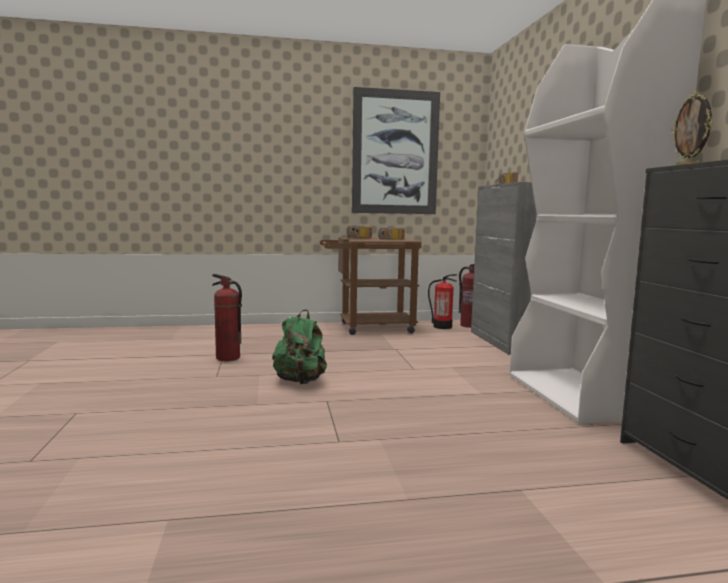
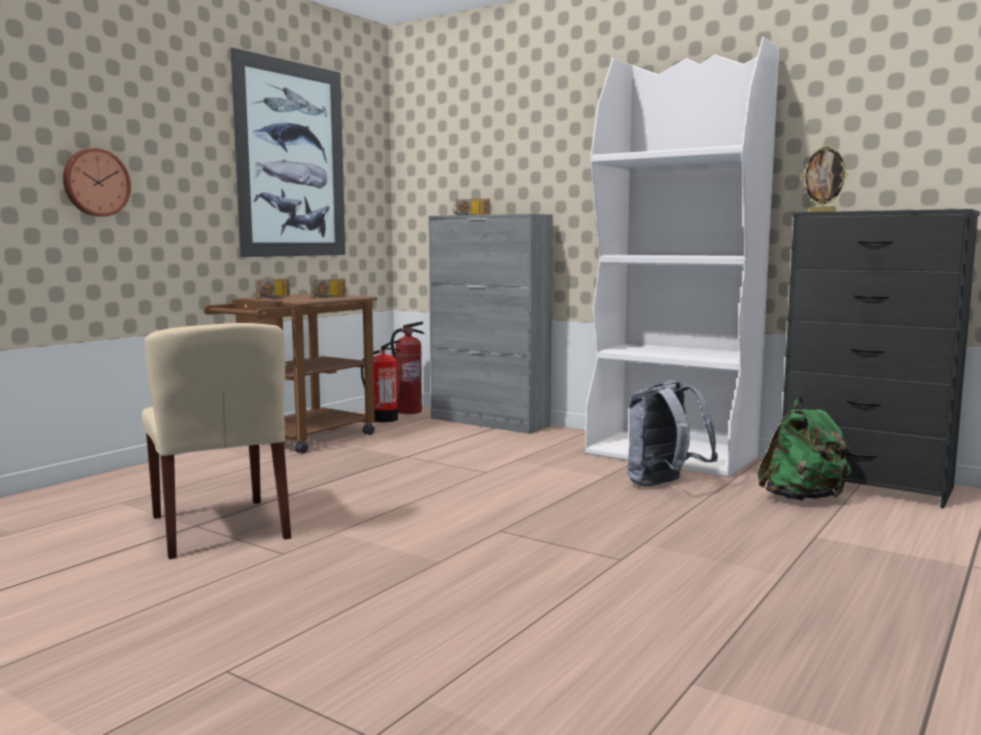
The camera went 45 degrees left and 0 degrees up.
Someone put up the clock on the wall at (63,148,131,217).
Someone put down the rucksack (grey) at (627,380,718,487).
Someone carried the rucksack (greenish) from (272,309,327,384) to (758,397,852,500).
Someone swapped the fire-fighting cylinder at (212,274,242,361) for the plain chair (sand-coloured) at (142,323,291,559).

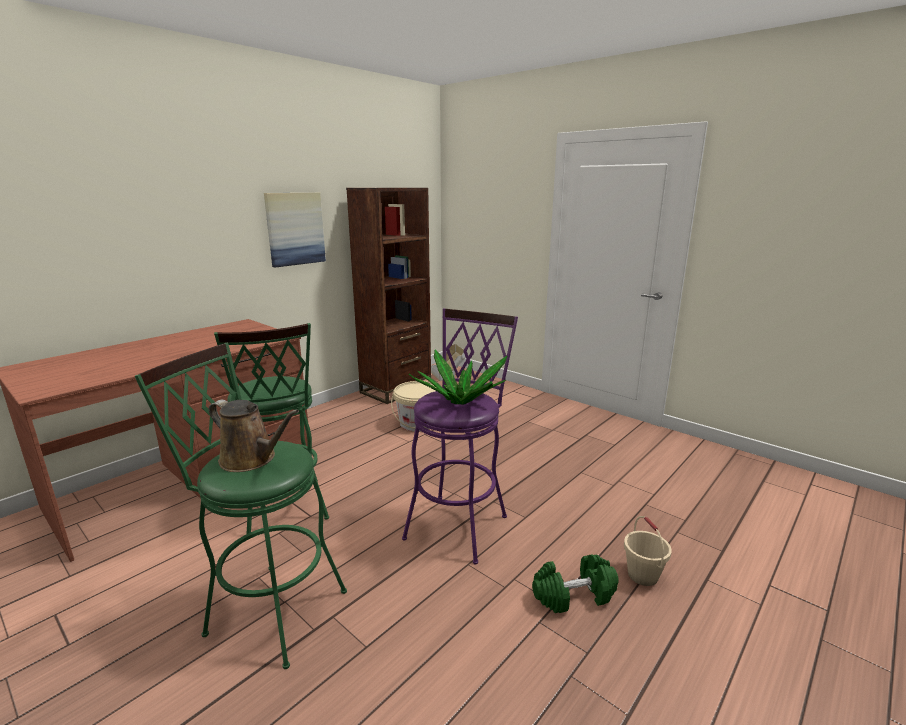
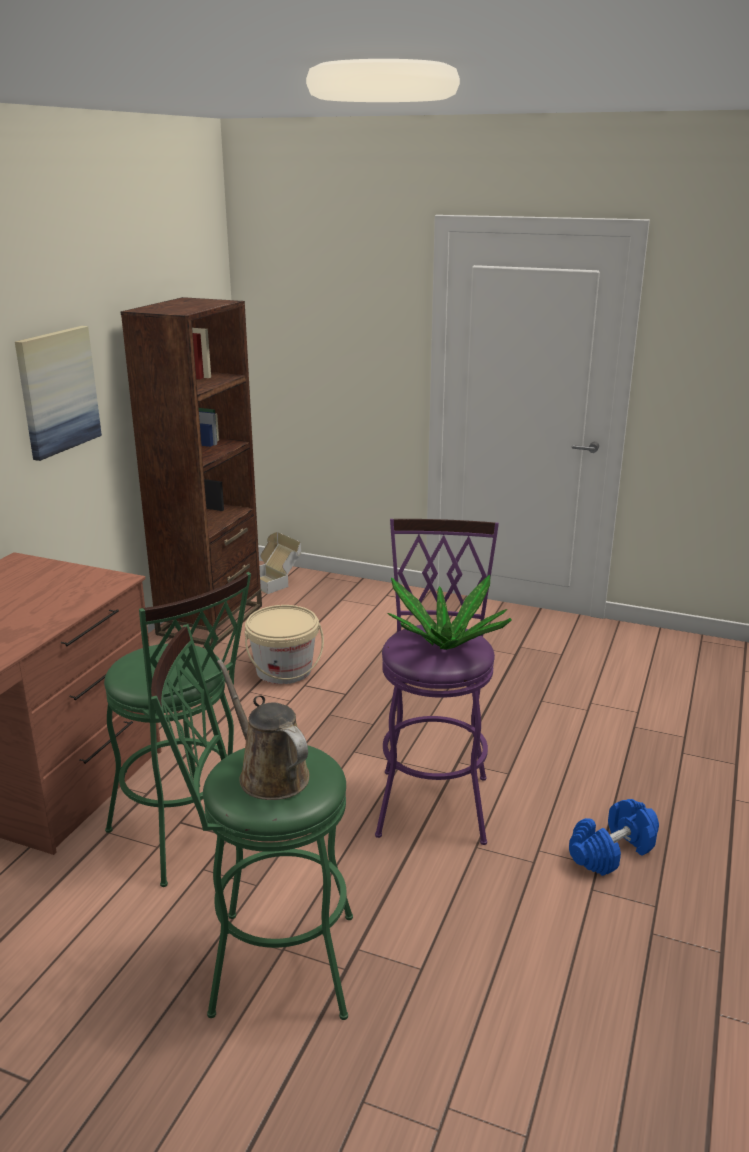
The camera went 20 degrees left and 5 degrees up.
Someone took away the pail (sand-coloured) at (624,516,672,586).
Someone repainted the dumbbell (greenish) at (532,554,619,613), which became the dumbbell (blue-coloured) at (569,799,659,876).
Someone rotated the sprinkling can (brown) at (209,400,299,472) by 135 degrees counterclockwise.

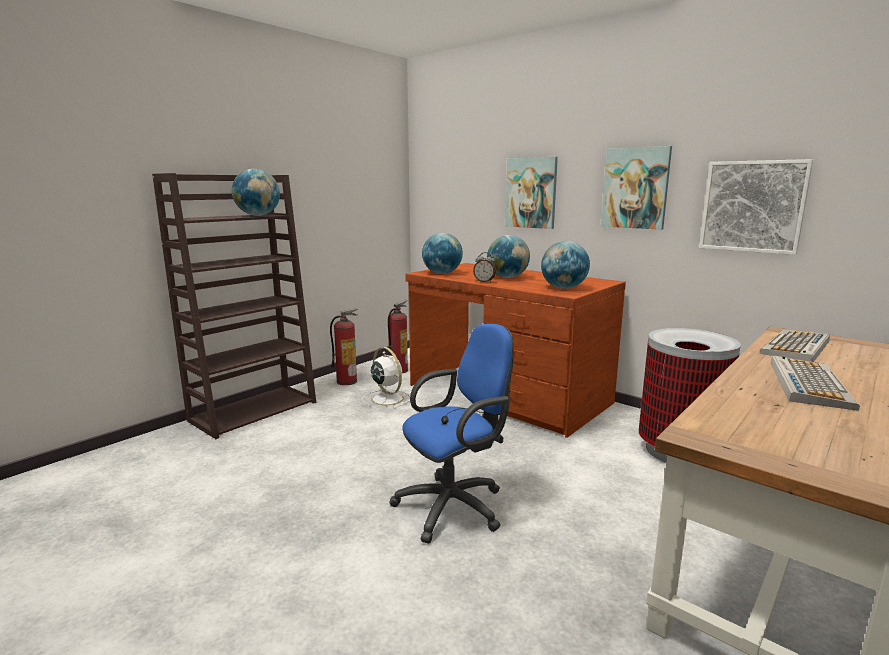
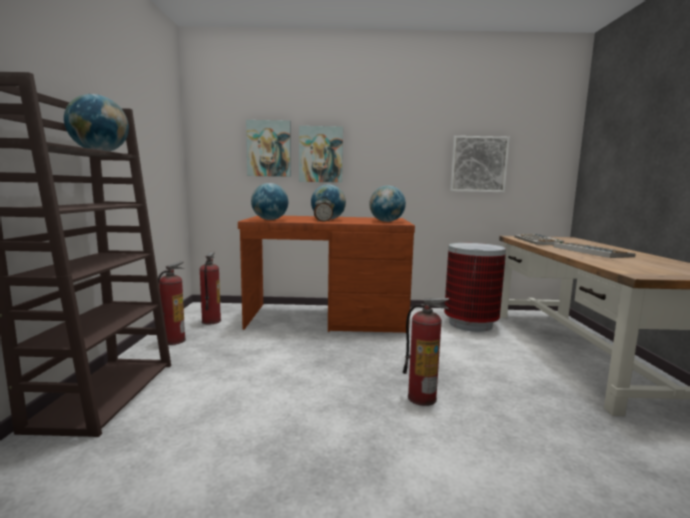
The camera went 40 degrees left and 5 degrees down.
Someone took away the fan (white-coloured) at (362,347,410,409).
Someone carried the wall picture from (601,146,672,230) to (246,120,291,177).
Someone swapped the desk chair (blue-coloured) at (389,324,514,544) for the fire-fighting cylinder at (403,298,449,406).

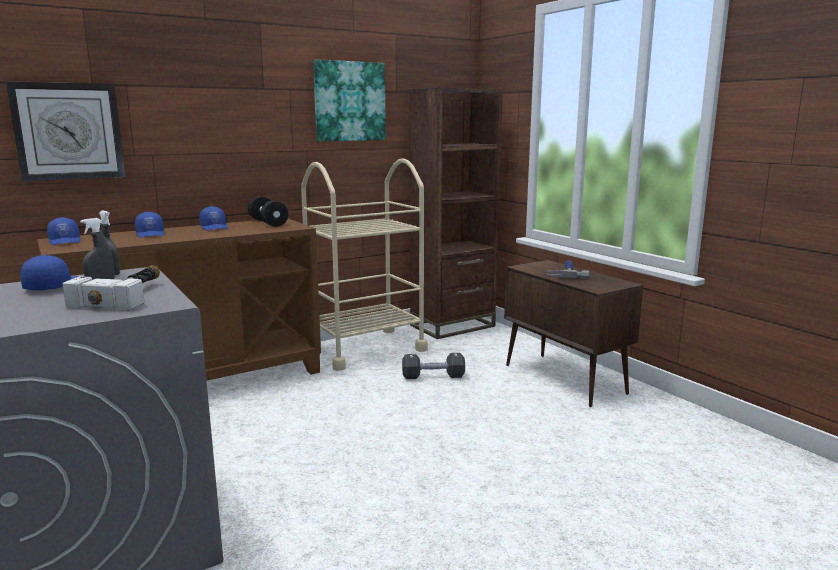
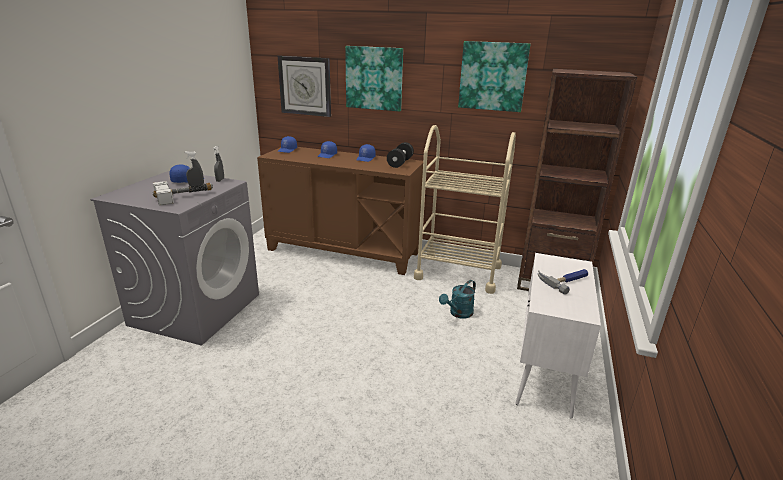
The camera went 50 degrees right and 10 degrees up.
Someone put up the wall picture at (345,46,403,111).
Someone swapped the dumbbell (black-coloured) at (402,353,465,379) for the sprinkling can (turquoise-coloured) at (439,280,476,319).
Someone repainted the cupboard (brown) at (504,260,643,407), which became the cupboard (white-coloured) at (515,253,601,419).

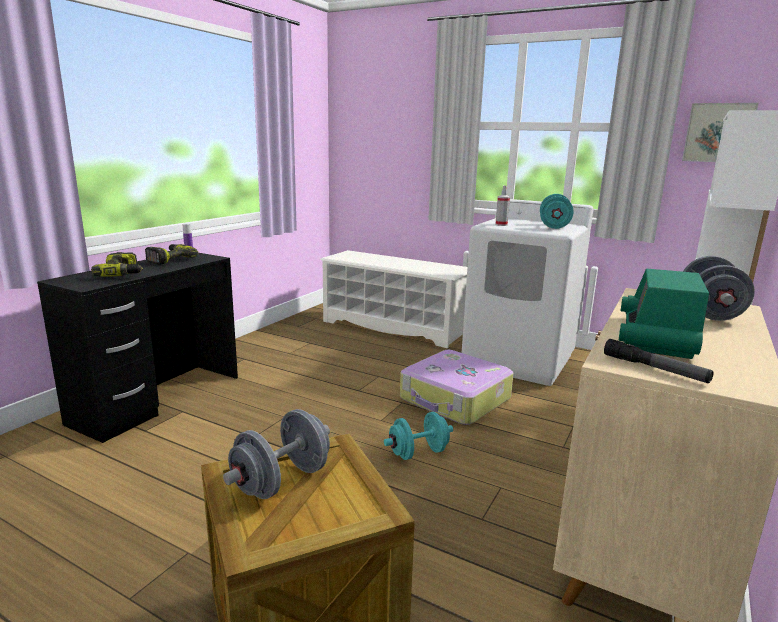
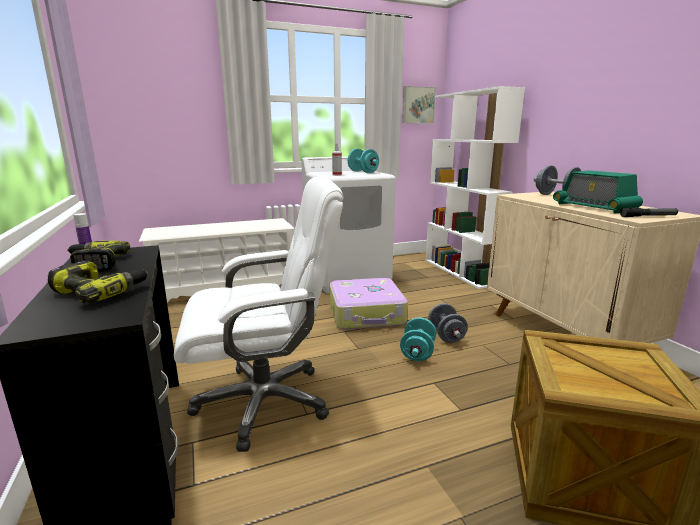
The camera went 50 degrees left and 0 degrees up.
Someone put down the desk chair (white-coloured) at (174,177,343,452).
Someone carried the dumbbell (grey) from (223,409,330,499) to (428,303,468,343).

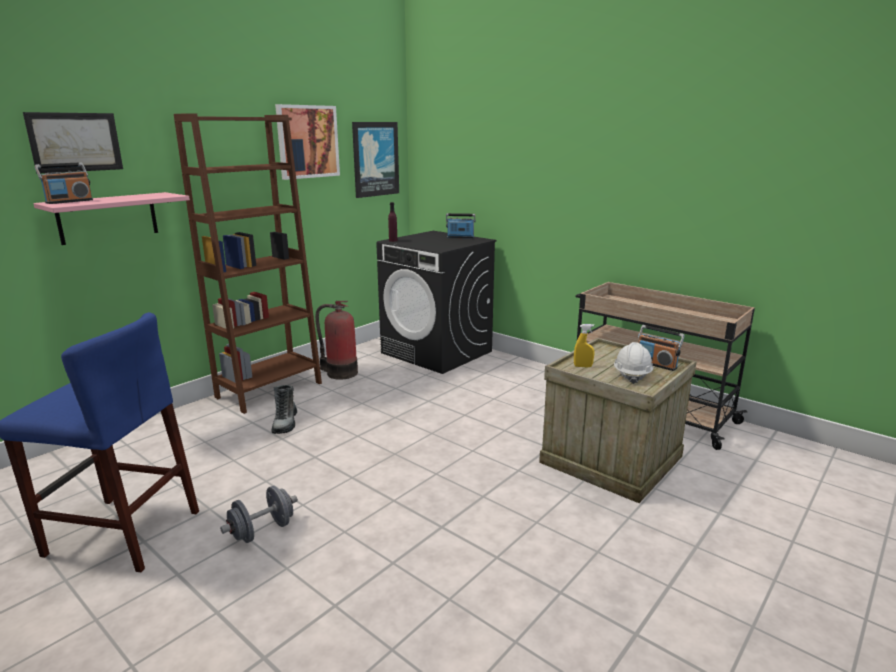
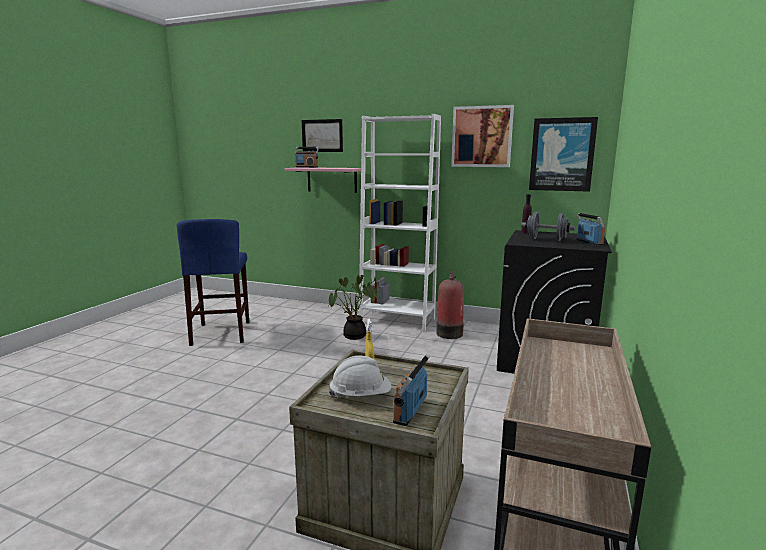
The camera went 70 degrees right and 5 degrees down.
Someone carried the dumbbell (grey) from (220,486,298,543) to (521,212,575,241).
Someone swapped the boot at (272,385,297,434) for the plant in a pot at (328,275,381,340).
Someone repainted the shelving unit (brown) at (174,113,322,414), which became the shelving unit (white-coloured) at (359,114,441,332).

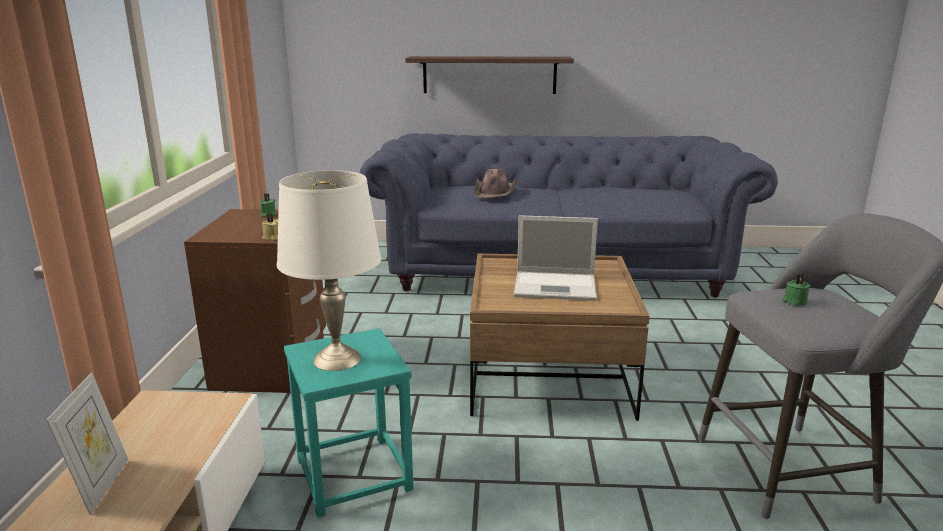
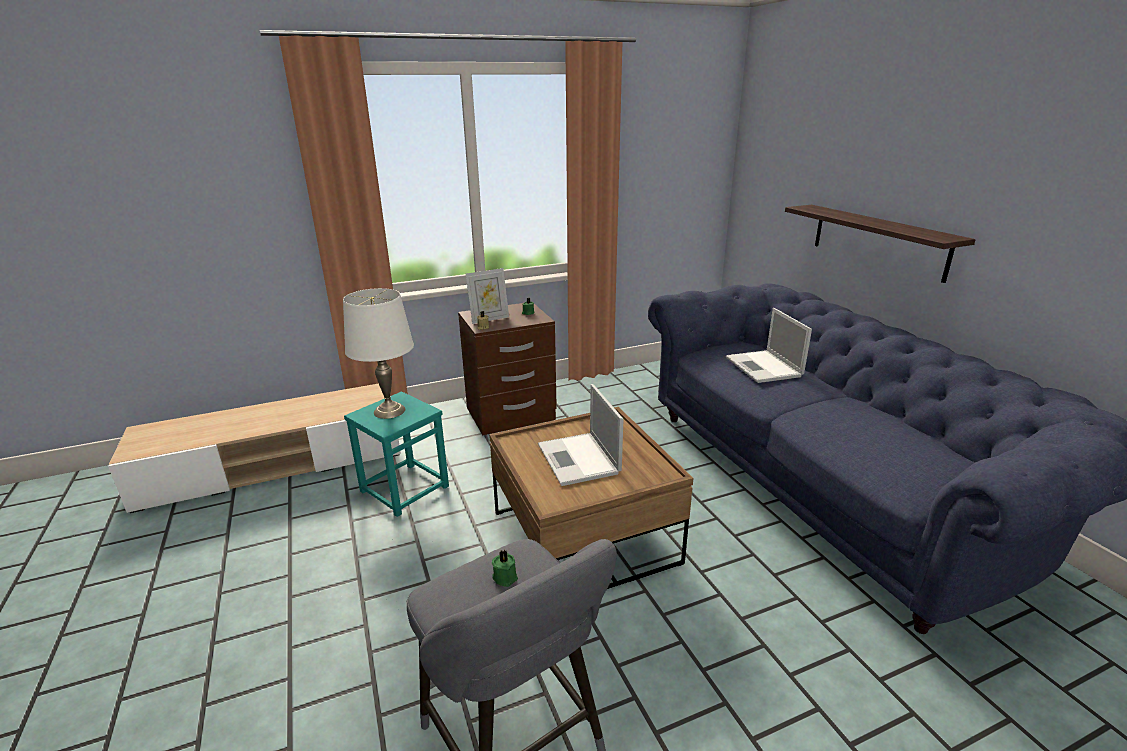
The camera went 65 degrees right and 5 degrees up.
Someone carried the standing frame from (47,373,128,515) to (466,268,509,324).
Someone swapped the wearable hat (brown) at (474,169,518,198) for the laptop at (726,308,812,383).

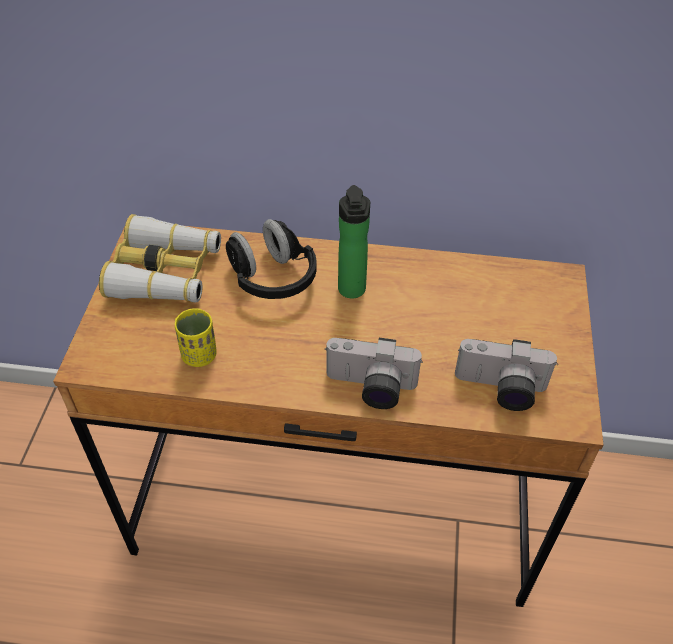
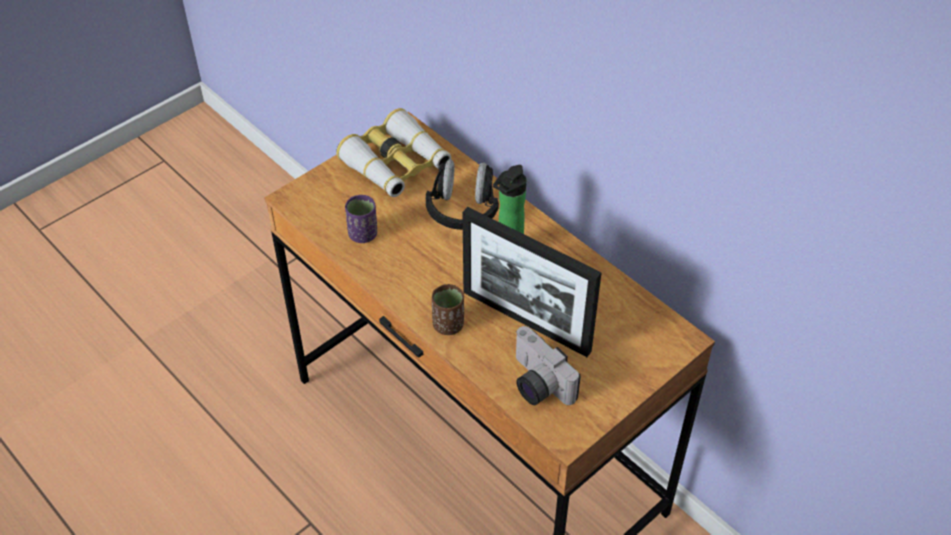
The camera went 40 degrees right and 0 degrees up.
Someone put down the standing frame at (463,207,602,357).
Someone swapped the photo camera at (324,338,423,409) for the cup (brown) at (432,284,464,335).
Someone repainted the cup (yellow) at (175,308,217,367), which became the cup (purple-coloured) at (345,195,377,243).

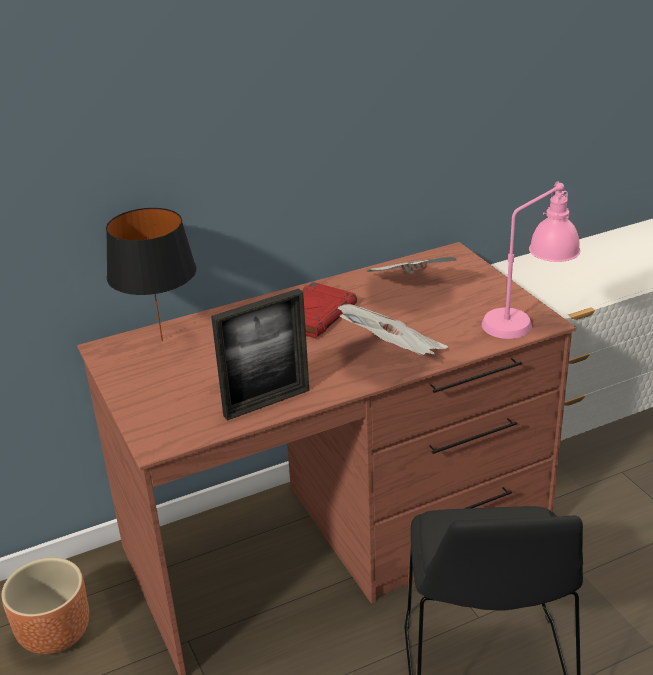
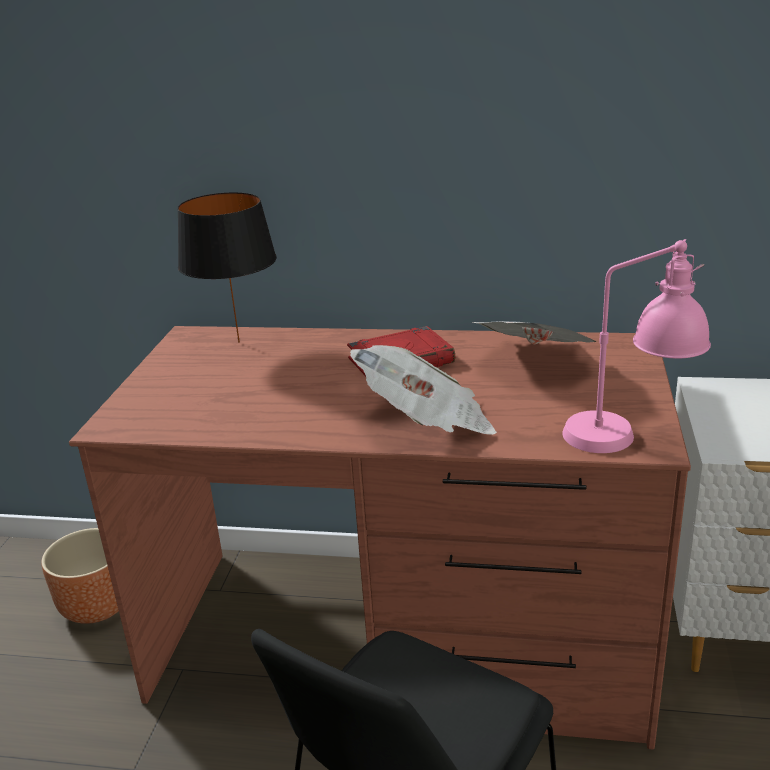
The camera went 35 degrees right and 5 degrees down.
Someone took away the standing frame at (211,288,309,421).

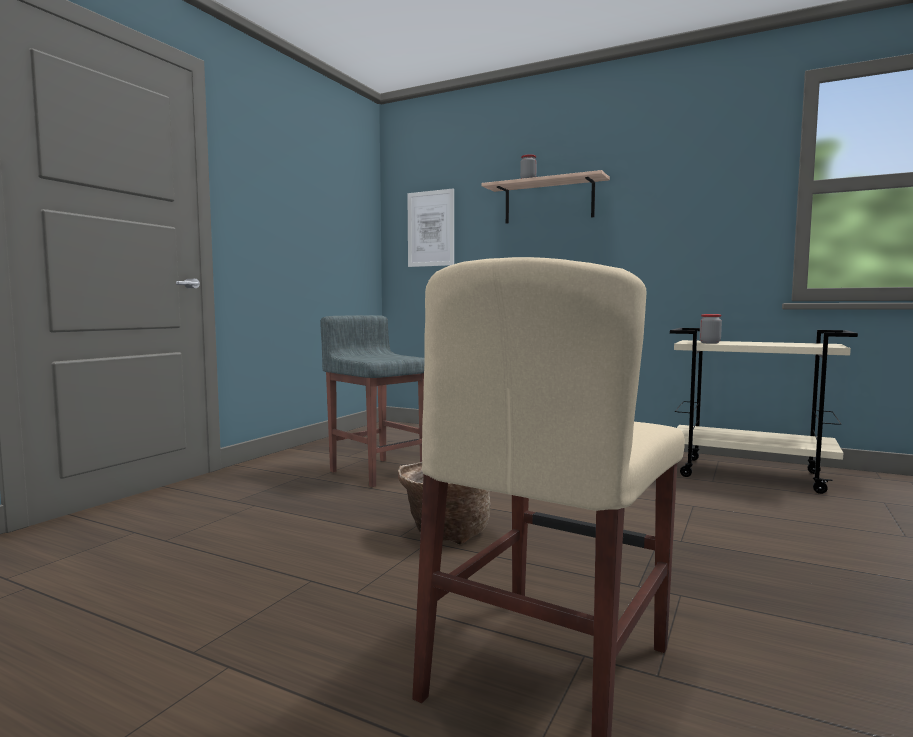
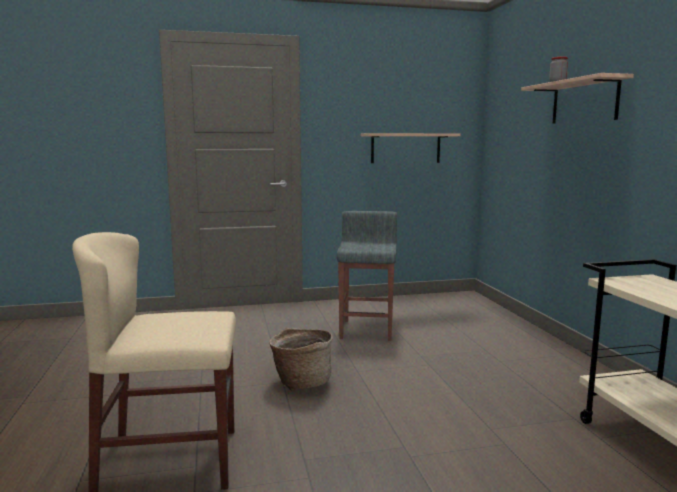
The camera went 50 degrees right and 5 degrees up.
Someone took away the wall picture at (407,188,454,267).
Someone took away the preserve jar at (700,314,722,344).
Someone put up the bracket shelf at (361,133,460,163).

